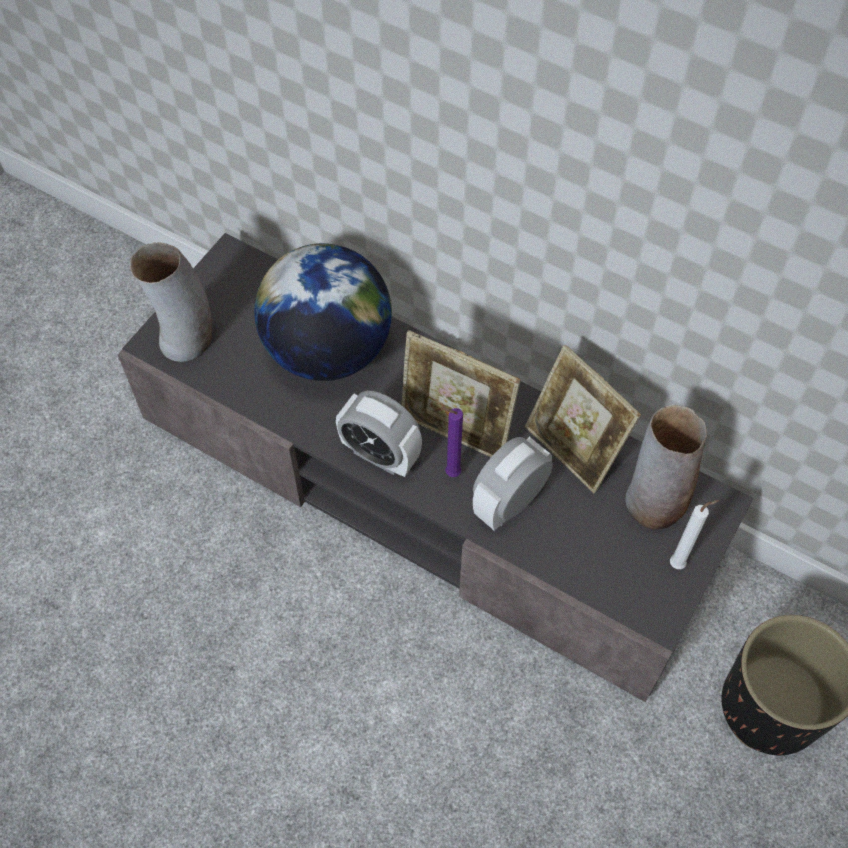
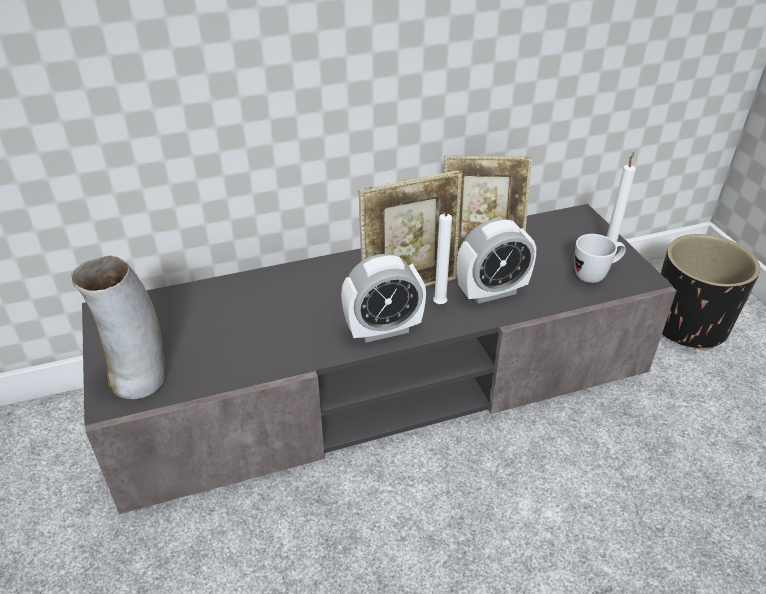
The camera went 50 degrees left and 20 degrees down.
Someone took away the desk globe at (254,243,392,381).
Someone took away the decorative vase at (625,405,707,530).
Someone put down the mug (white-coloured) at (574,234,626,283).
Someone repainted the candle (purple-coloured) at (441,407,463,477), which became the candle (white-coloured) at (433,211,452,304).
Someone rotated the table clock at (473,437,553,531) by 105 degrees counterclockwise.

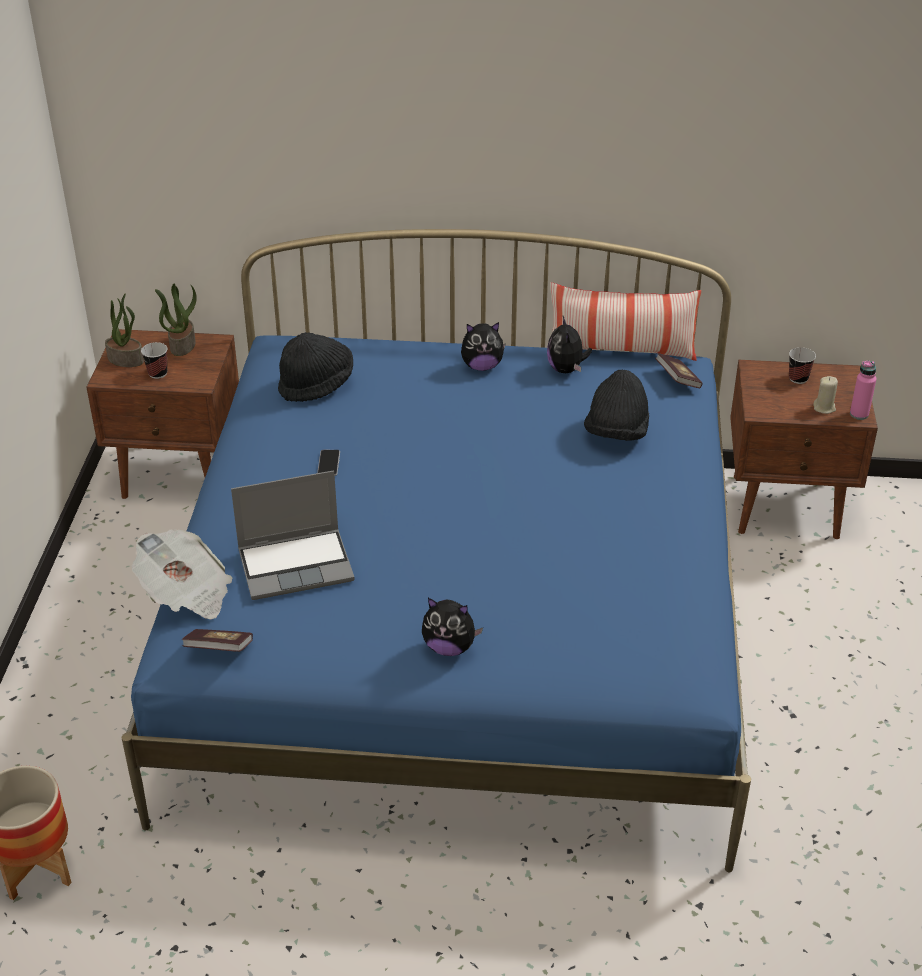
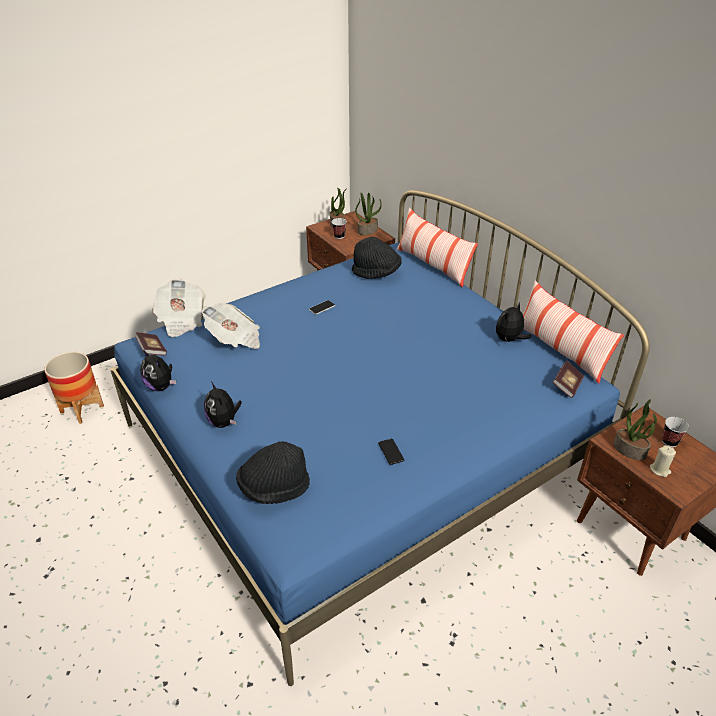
The camera went 50 degrees right and 0 degrees up.
Someone took away the bottle (pinkish) at (850,361,876,420).
Someone put down the telephone at (378,439,404,465).
Someone put down the throw pillow at (396,208,478,287).
Someone put down the plant in a pot at (613,399,657,460).
Someone carried the plush toy from (461,322,506,371) to (140,350,177,391).
Someone carried the wearable hat (black-coloured) from (584,370,649,441) to (236,441,310,504).
Someone swapped the laptop at (231,471,355,600) for the daily paper at (202,303,260,349).

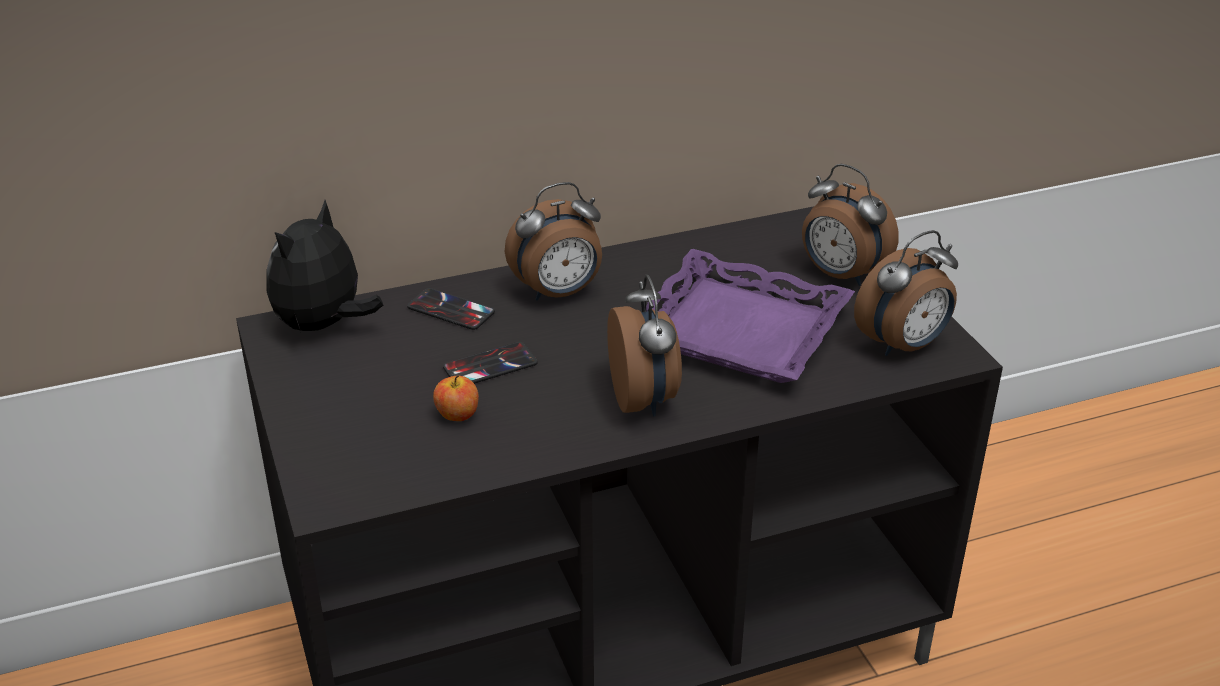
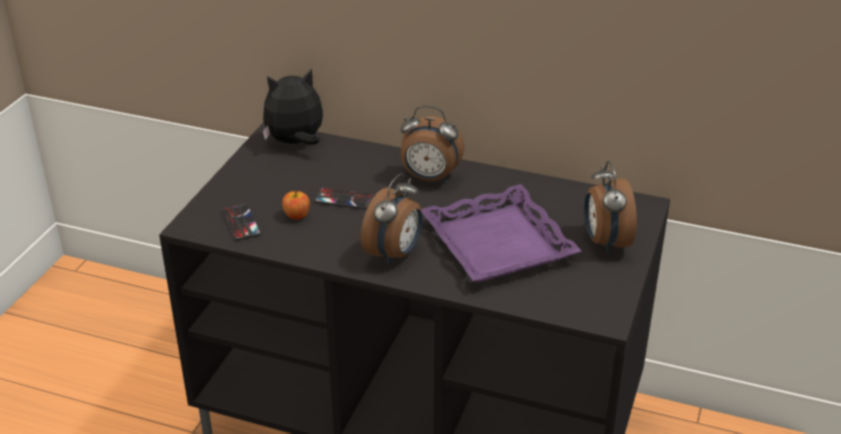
The camera went 40 degrees right and 0 degrees up.
Someone took away the table clock at (854,230,958,356).
Someone carried the telephone from (407,288,495,330) to (222,203,261,241).

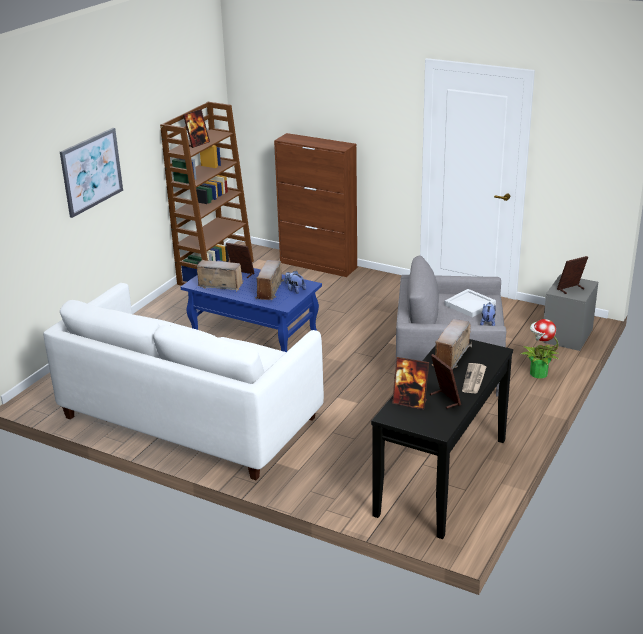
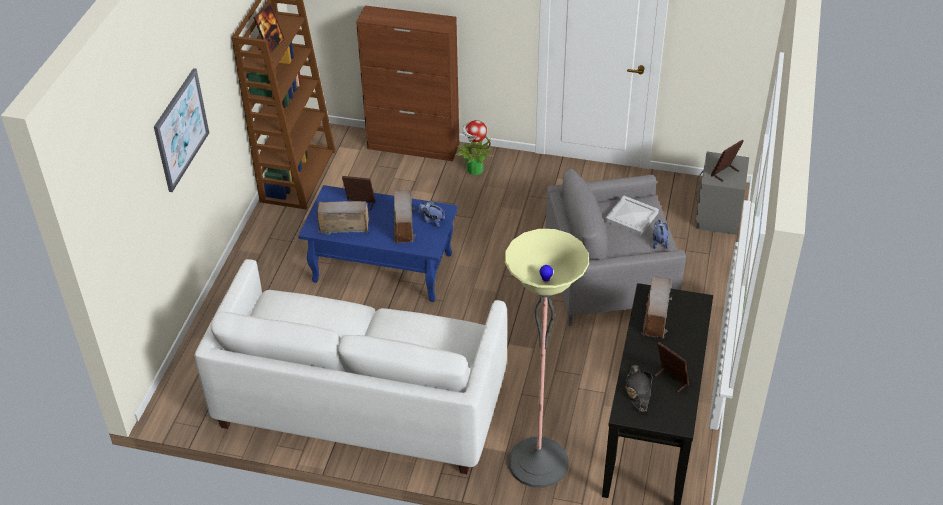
The camera went 15 degrees left and 15 degrees up.
Someone took away the daily paper at (462,363,487,394).
Someone put down the standing lamp at (505,229,589,488).
Someone carried the plant in a pot from (519,319,559,378) to (455,120,492,175).
Someone swapped the standing frame at (392,357,429,409) for the wearable hat (black-coloured) at (625,365,652,412).

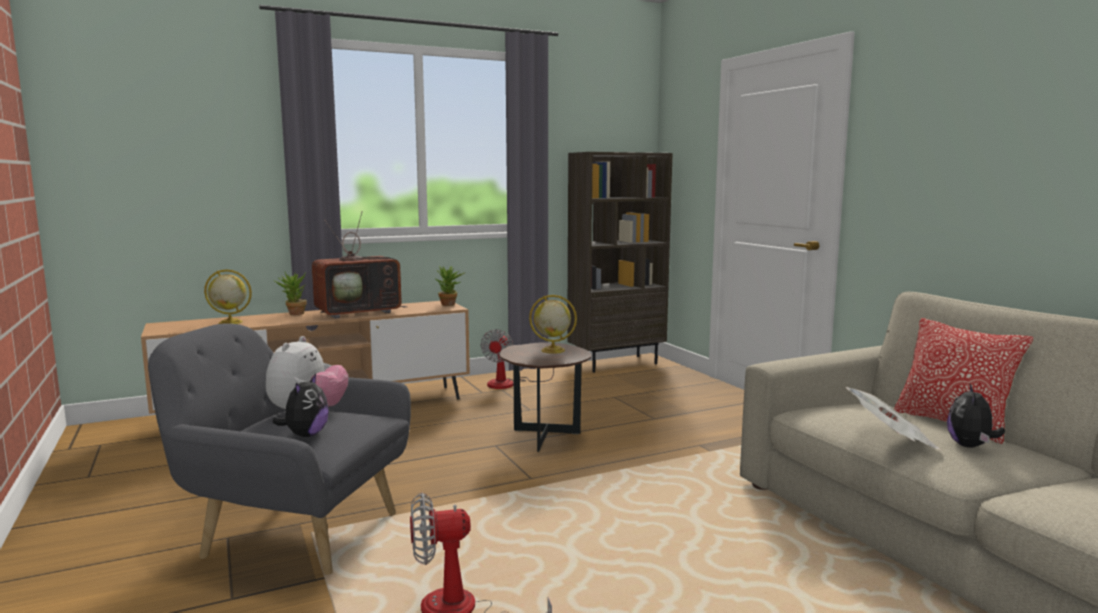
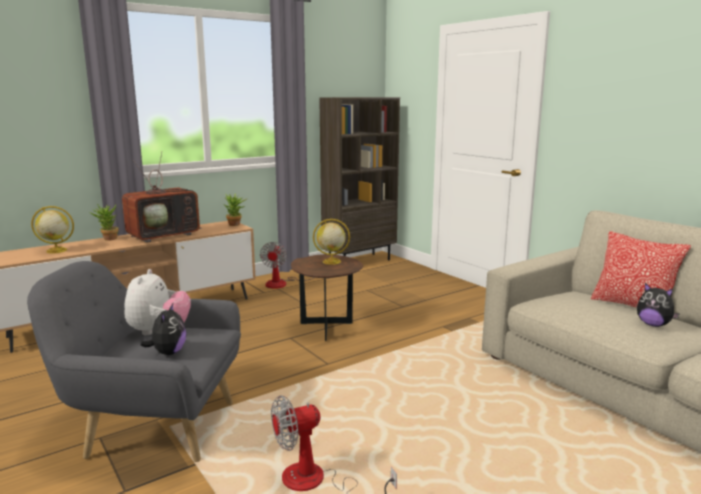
The camera went 10 degrees left and 5 degrees up.
Someone took away the daily paper at (845,387,941,450).
Someone rotated the plush toy at (947,384,1005,448) by 60 degrees counterclockwise.

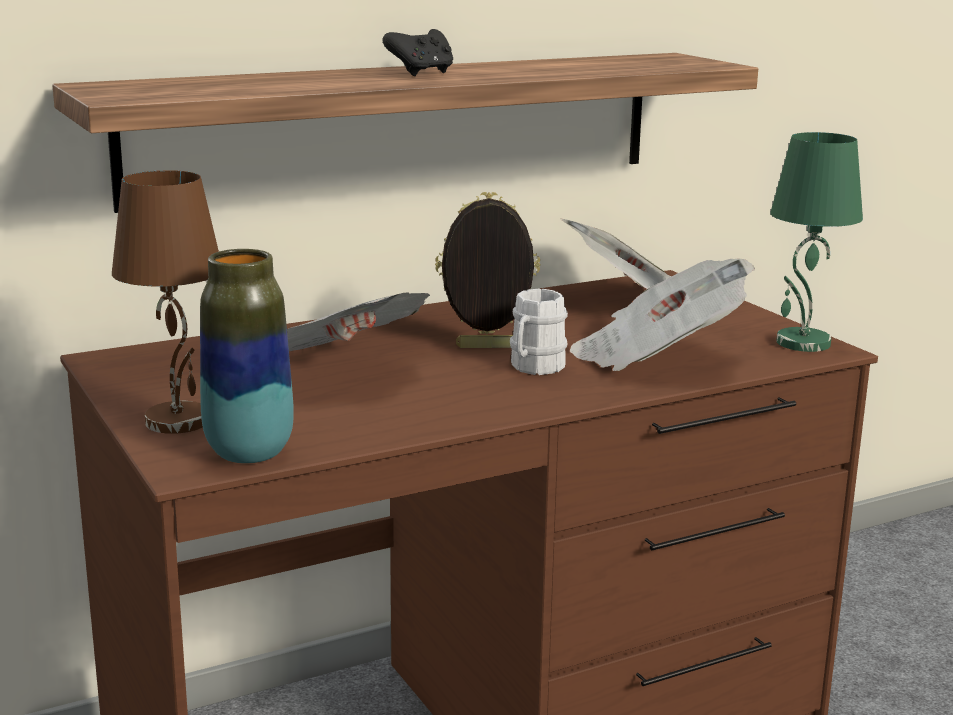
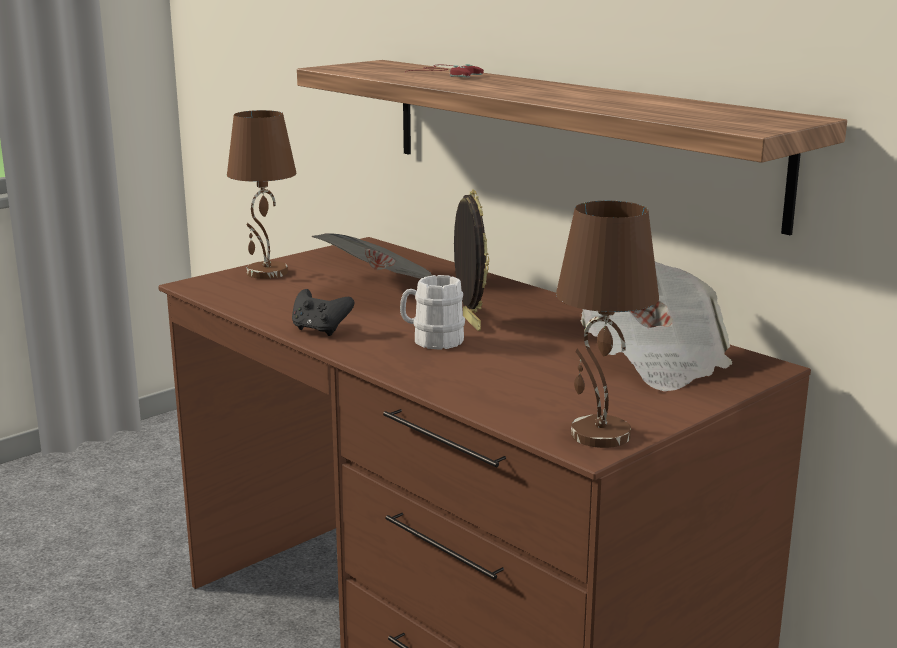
The camera went 75 degrees right and 0 degrees up.
Someone took away the decorative vase at (200,249,294,464).
Someone took away the daily paper at (570,258,755,371).
Someone put down the gamepad (red) at (405,64,484,78).
Someone carried the gamepad (black-coloured) from (382,29,453,76) to (292,289,354,336).
Someone repainted the tabletop lamp (greenish) at (770,132,863,352), which became the tabletop lamp (brown) at (556,201,659,448).

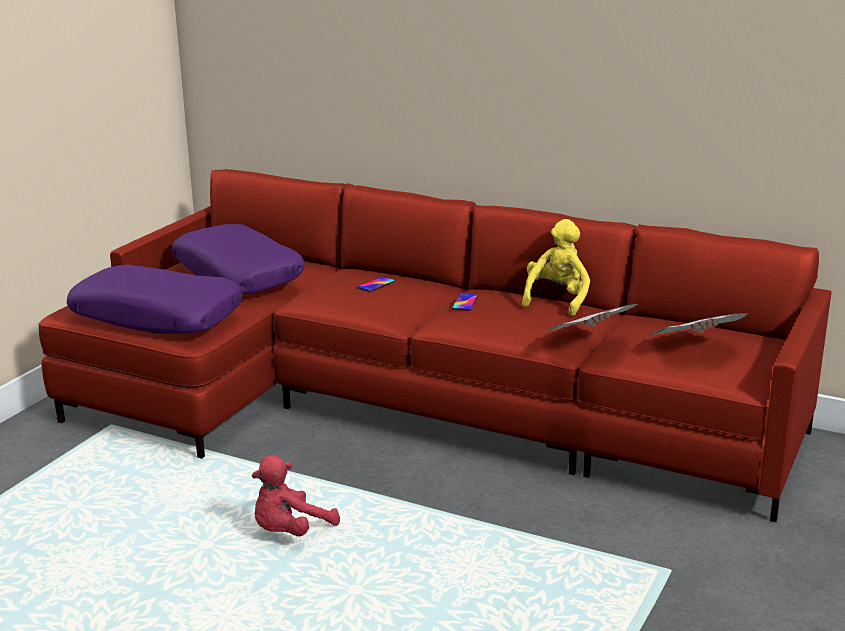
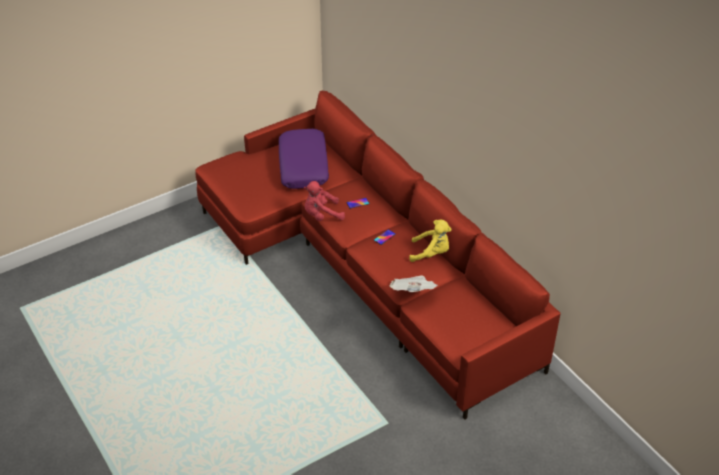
The camera went 30 degrees right and 20 degrees up.
Someone took away the throw pillow (purple-coloured) at (67,265,243,334).
Someone took away the daily paper at (651,313,748,335).
Someone carried the plush toy (red) from (252,455,340,536) to (304,181,345,221).
Someone rotated the plush toy (yellow) at (522,219,590,316) by 45 degrees clockwise.

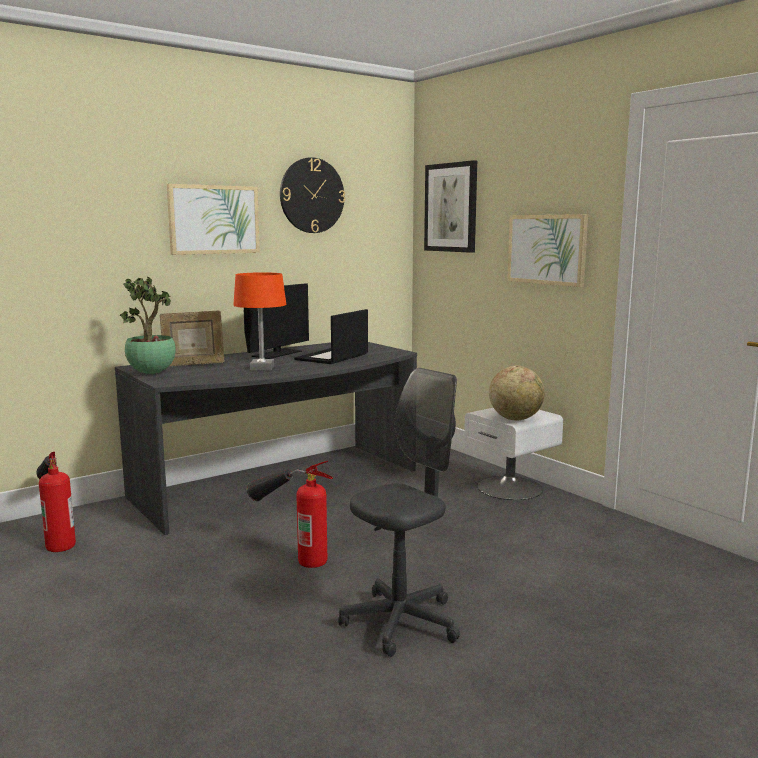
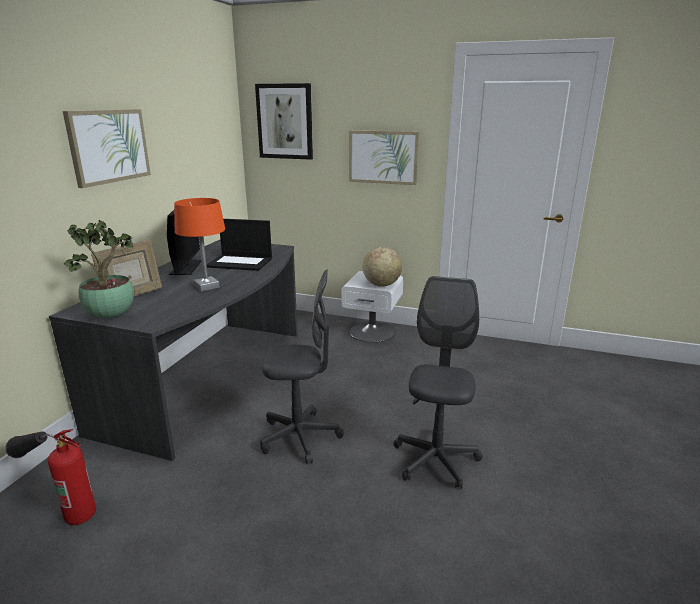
The camera went 35 degrees left and 10 degrees up.
Someone took away the clock on the wall at (280,157,345,233).
Someone swapped the fire-fighting cylinder at (247,461,333,568) for the desk chair (grey) at (260,270,344,464).
Someone rotated the laptop at (294,309,368,364) by 75 degrees counterclockwise.

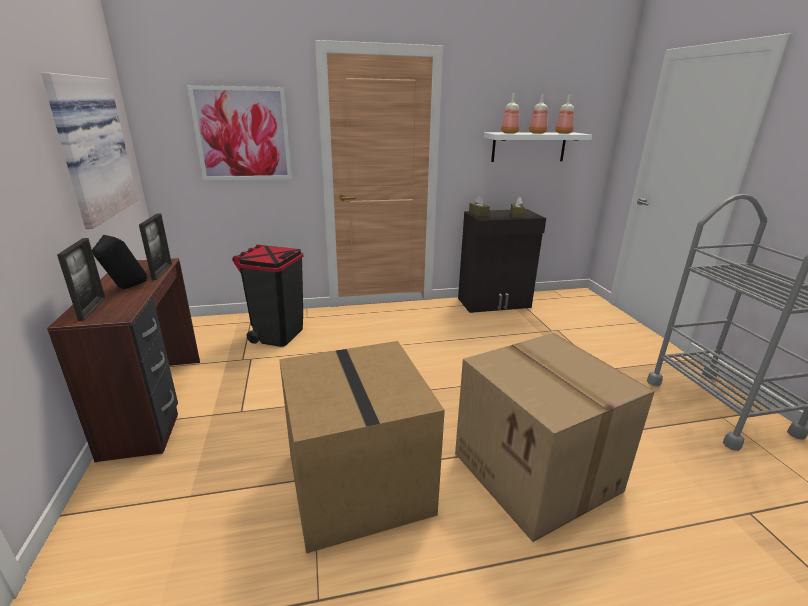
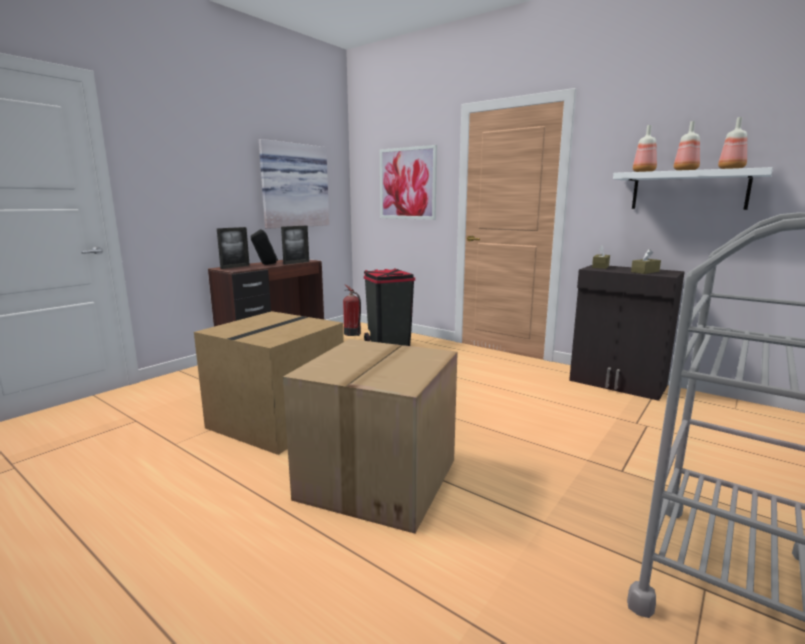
The camera went 50 degrees right and 10 degrees down.
Someone put down the fire-fighting cylinder at (343,284,361,336).

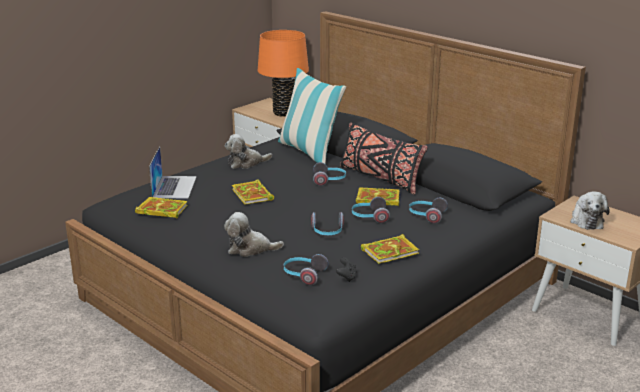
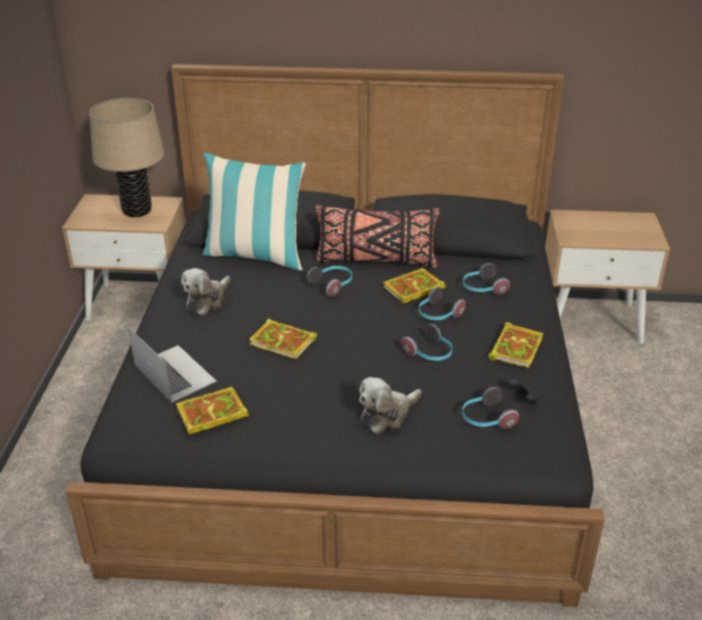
The camera went 40 degrees left and 10 degrees up.
Someone took away the plush toy at (570,191,610,230).
Someone repainted the tabletop lamp (orange-coloured) at (258,30,309,117), which became the tabletop lamp (sand-coloured) at (89,98,164,217).

